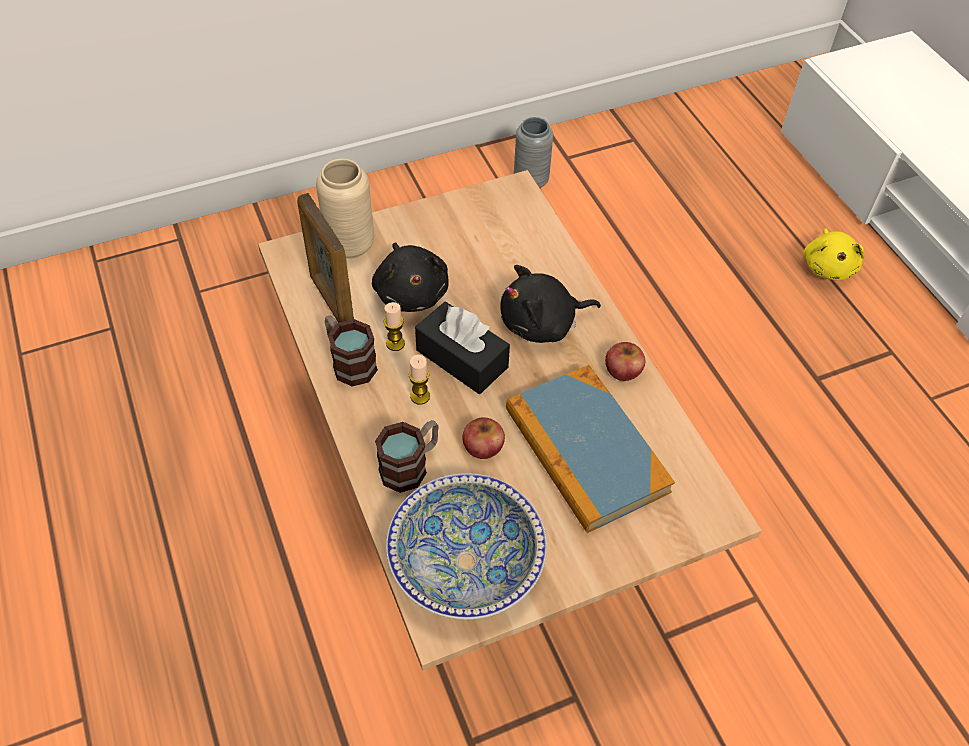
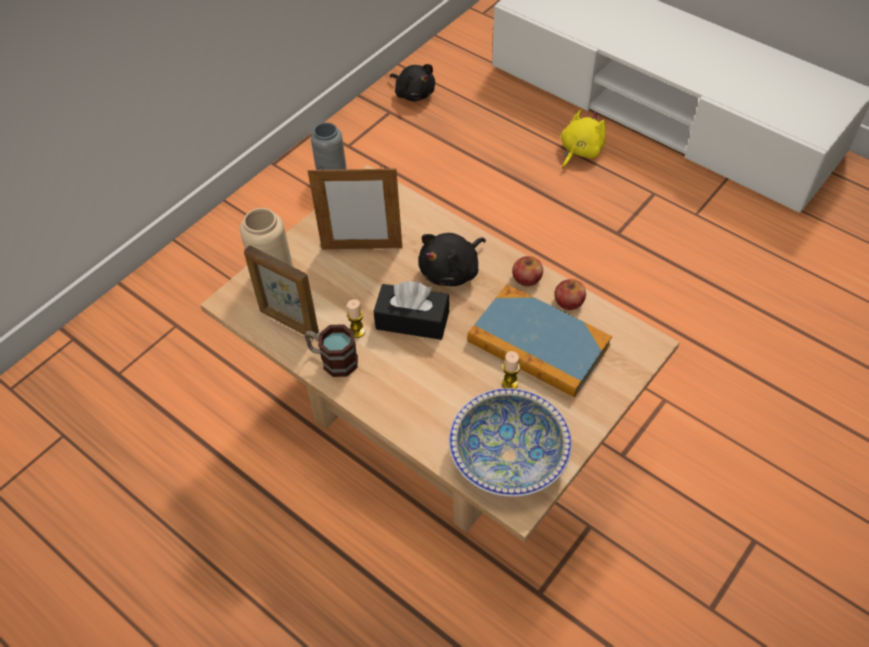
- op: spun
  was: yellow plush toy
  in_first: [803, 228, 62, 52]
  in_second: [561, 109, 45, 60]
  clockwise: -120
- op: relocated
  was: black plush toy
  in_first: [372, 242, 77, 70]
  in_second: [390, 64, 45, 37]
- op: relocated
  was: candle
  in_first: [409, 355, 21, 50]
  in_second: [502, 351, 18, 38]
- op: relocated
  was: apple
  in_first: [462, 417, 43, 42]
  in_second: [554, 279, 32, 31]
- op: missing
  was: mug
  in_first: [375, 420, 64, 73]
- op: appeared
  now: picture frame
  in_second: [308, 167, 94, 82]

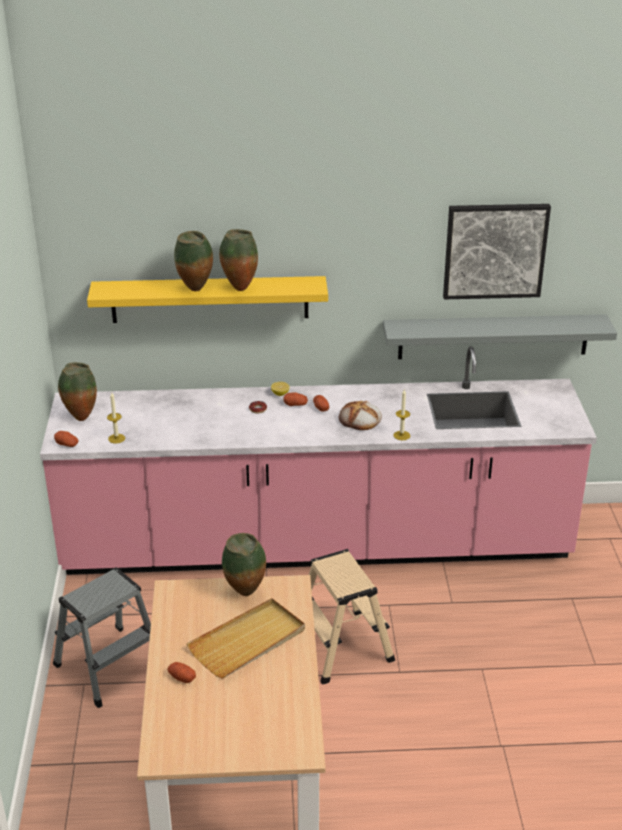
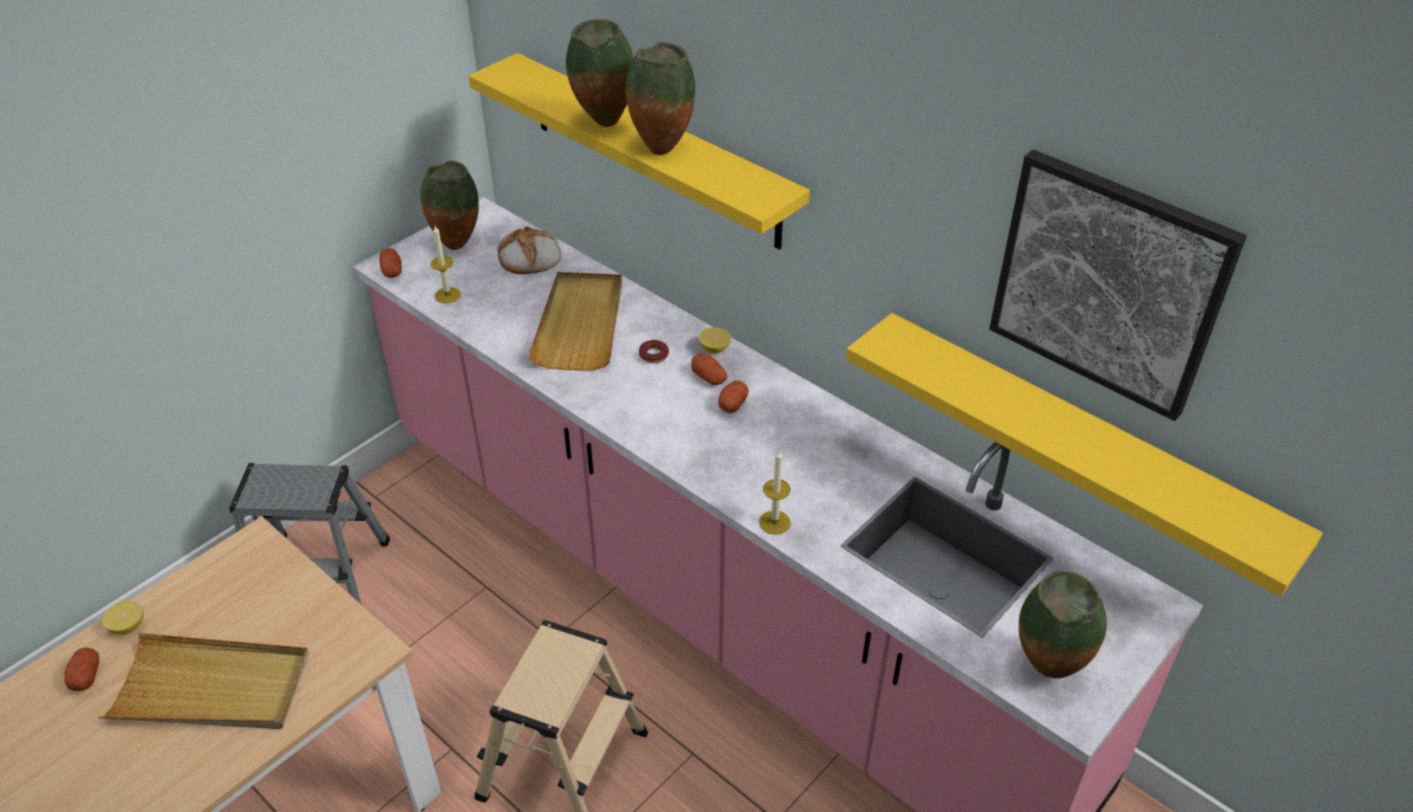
- op: colour
  was: grey shelf
  now: yellow shelf
  in_first: [383, 314, 234, 45]
  in_second: [846, 313, 477, 284]
- op: relocated
  was: bread
  in_first: [339, 401, 43, 29]
  in_second: [497, 226, 64, 48]
- op: relocated
  was: vase
  in_first: [222, 533, 44, 63]
  in_second: [1019, 571, 88, 107]
- op: appeared
  now: beige tray
  in_second: [528, 272, 94, 99]
- op: appeared
  now: lemon
  in_second: [102, 600, 41, 35]

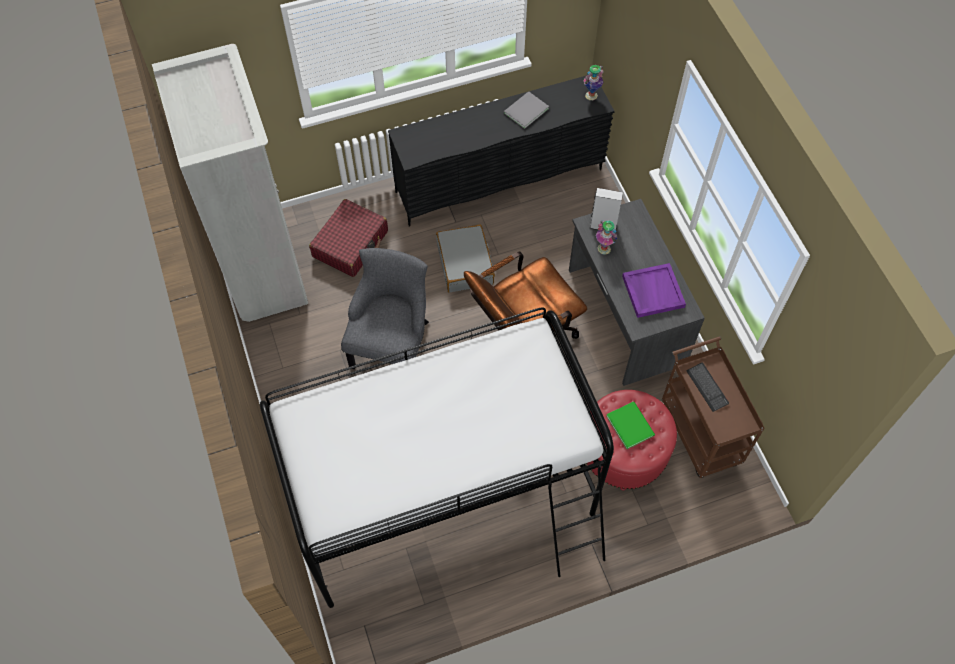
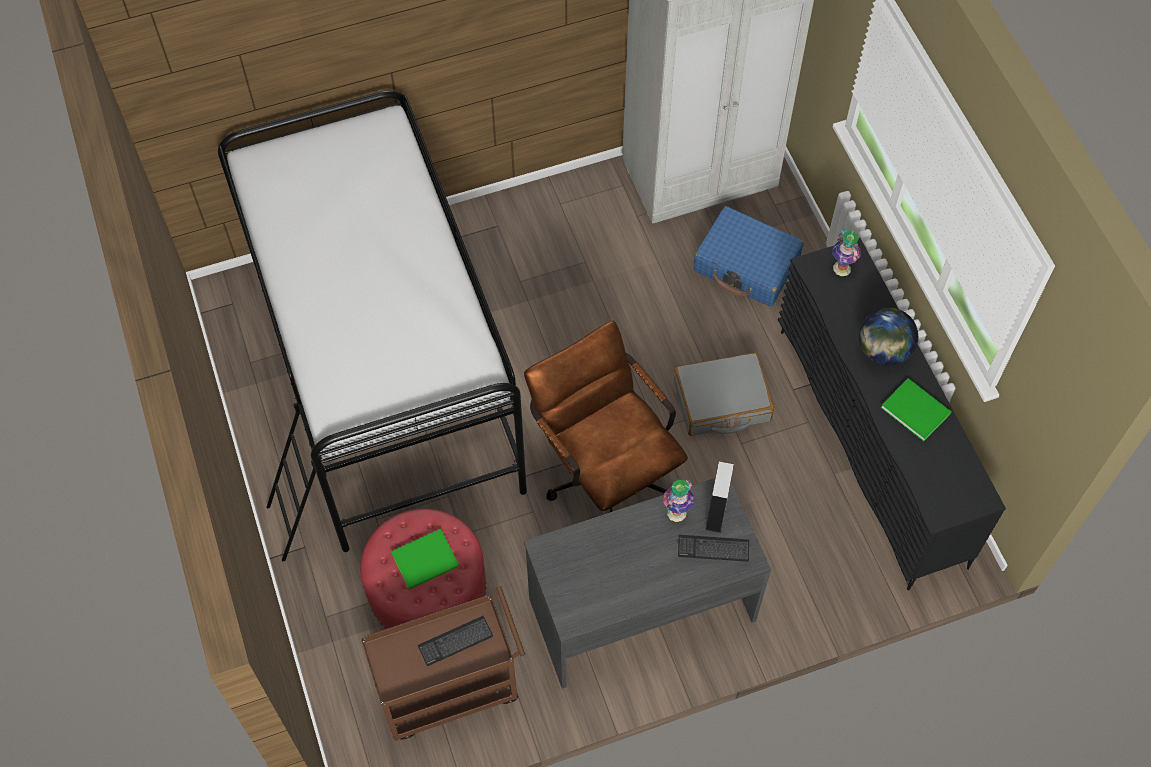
- op: relocated
  was: vase
  in_first: [584, 65, 20, 35]
  in_second: [833, 229, 28, 47]
- op: colour
  was: grey book
  now: green book
  in_first: [504, 91, 45, 38]
  in_second: [881, 378, 71, 63]
- op: colour
  was: red suitcase
  now: blue suitcase
  in_first: [309, 199, 79, 78]
  in_second: [694, 206, 110, 100]
- op: missing
  was: grey armchair
  in_first: [341, 248, 88, 121]
- op: missing
  was: purple tray
  in_first: [622, 263, 64, 55]
- op: appeared
  now: globe
  in_second: [859, 308, 59, 58]
- op: appeared
  now: keyboard
  in_second: [678, 535, 71, 27]

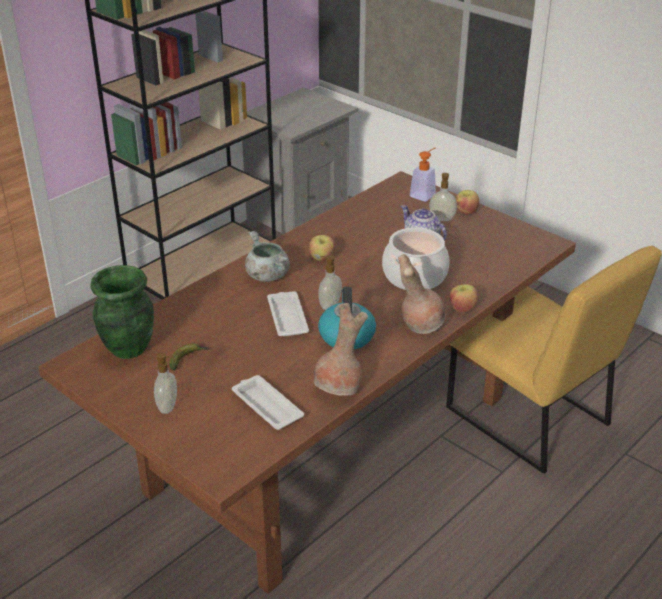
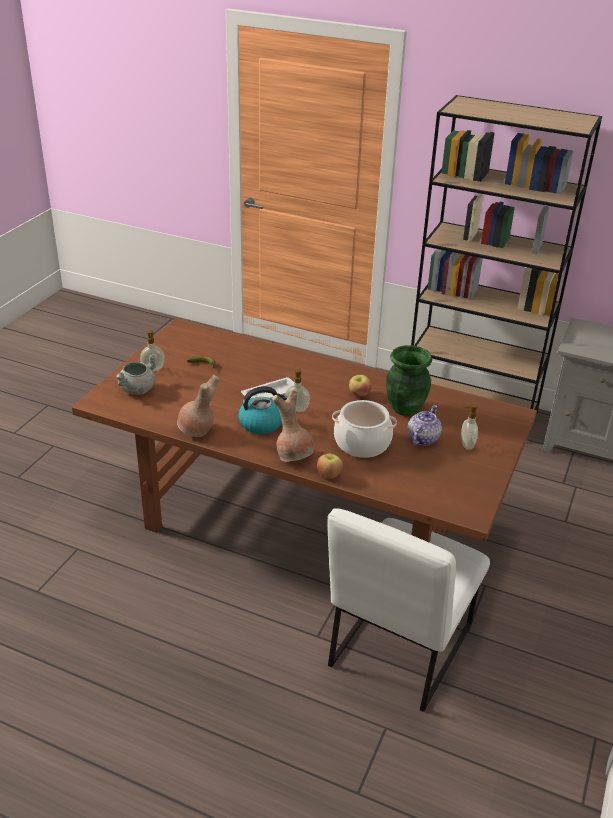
- op: missing
  was: soap dispenser
  in_first: [410, 148, 26, 53]
- op: missing
  was: apple
  in_first: [455, 190, 24, 25]
- op: relocated
  was: grey cooking pot
  in_first: [245, 231, 45, 51]
  in_second: [115, 354, 43, 41]
- op: colour
  was: yellow chair
  now: white chair
  in_first: [446, 246, 216, 228]
  in_second: [327, 508, 163, 204]
- op: relocated
  was: green vase
  in_first: [90, 265, 64, 94]
  in_second: [386, 345, 46, 71]
- op: missing
  was: white tray
  in_first: [232, 375, 72, 55]

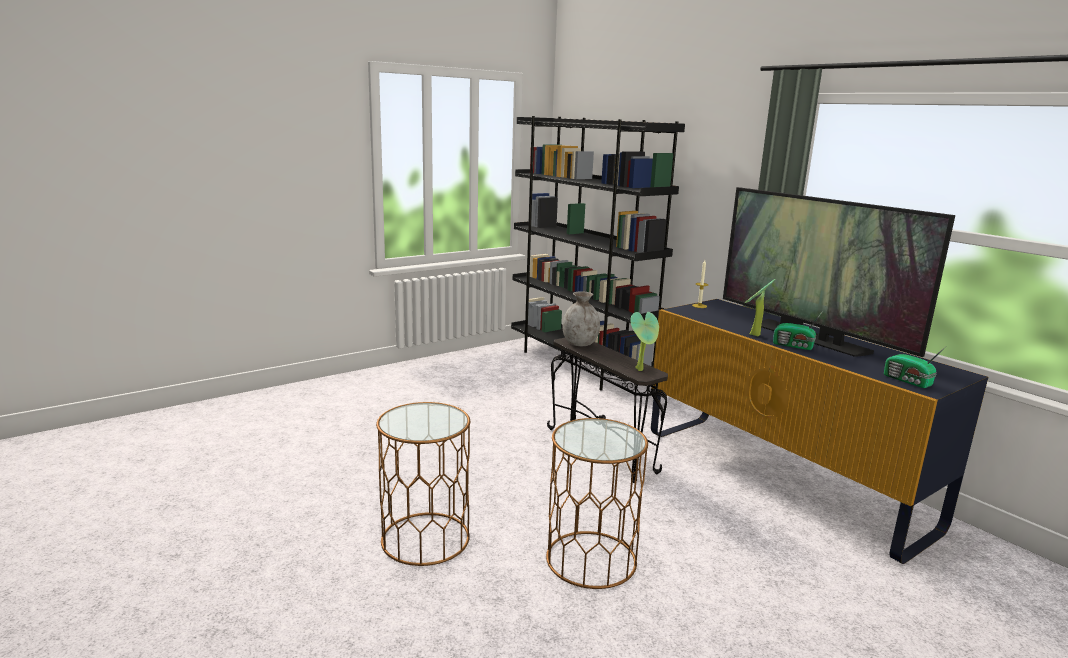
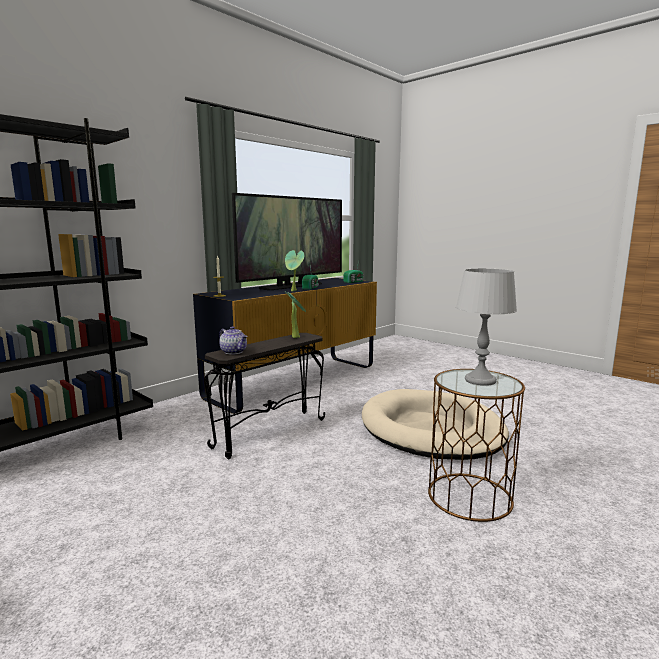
- op: exchanged
  was: grey vase
  now: teapot
  in_first: [563, 291, 37, 55]
  in_second: [219, 326, 28, 29]
- op: exchanged
  was: brown side table
  now: beige dog bed
  in_first: [546, 418, 102, 171]
  in_second: [362, 389, 147, 71]
- op: appeared
  now: grey table lamp
  in_second: [456, 268, 61, 118]

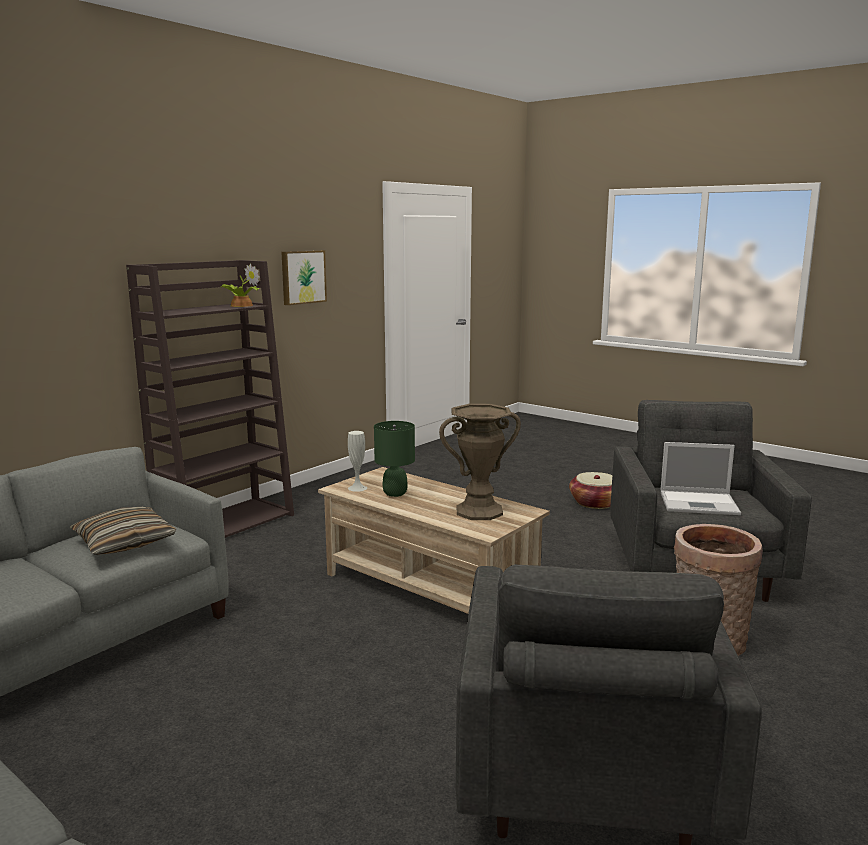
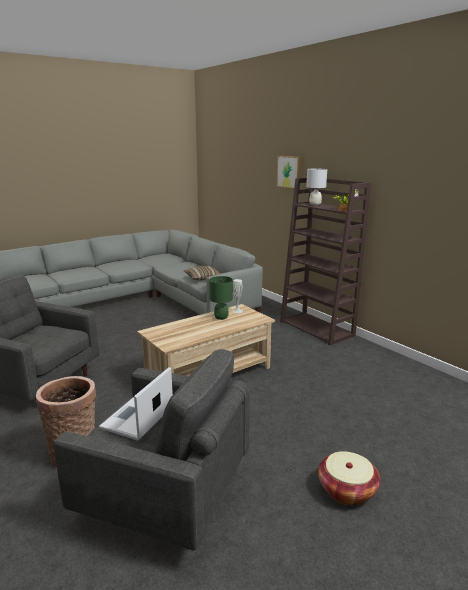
- op: relocated
  was: picture
  in_first: [282, 250, 45, 55]
  in_second: [277, 156, 24, 33]
- op: missing
  was: brown vase
  in_first: [439, 404, 82, 116]
- op: appeared
  now: grey table lamp
  in_second: [306, 169, 21, 36]

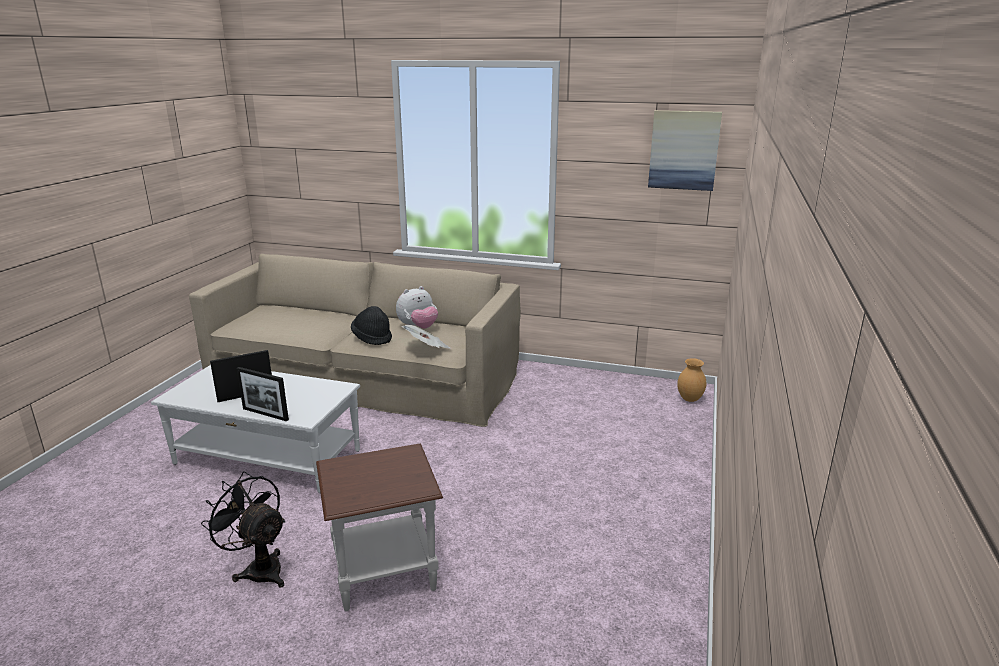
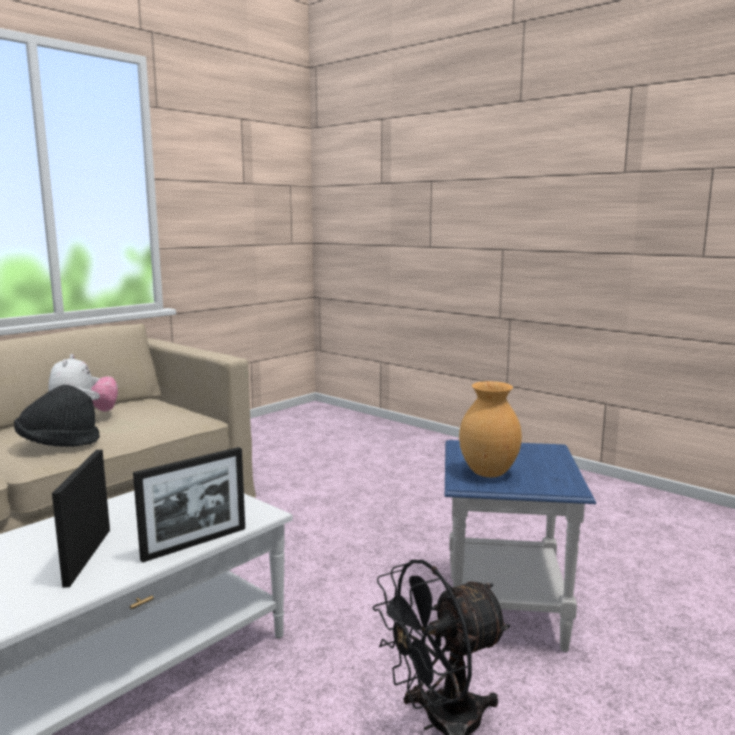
- op: missing
  was: picture
  in_first: [648, 110, 74, 81]
- op: missing
  was: newspaper
  in_first: [401, 325, 50, 24]
- op: relocated
  was: brown vase
  in_first: [677, 358, 29, 44]
  in_second: [459, 381, 63, 96]
- op: colour
  was: brown side table
  now: blue side table
  in_first: [316, 444, 127, 167]
  in_second: [445, 440, 151, 212]

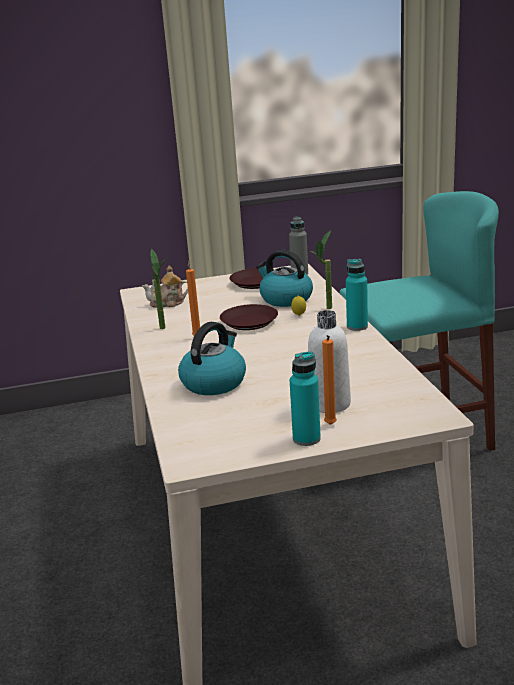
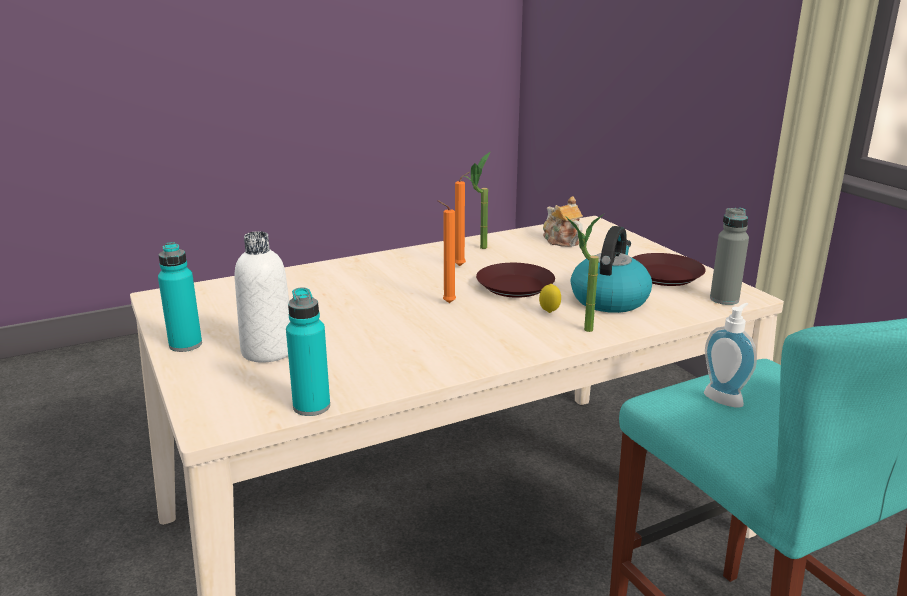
- op: relocated
  was: turquoise bottle
  in_first: [346, 259, 22, 72]
  in_second: [286, 287, 44, 129]
- op: missing
  was: kettle
  in_first: [178, 322, 68, 73]
- op: relocated
  was: orange candle
  in_first: [322, 335, 15, 90]
  in_second: [437, 200, 19, 103]
- op: appeared
  now: soap dispenser
  in_second: [704, 303, 53, 105]

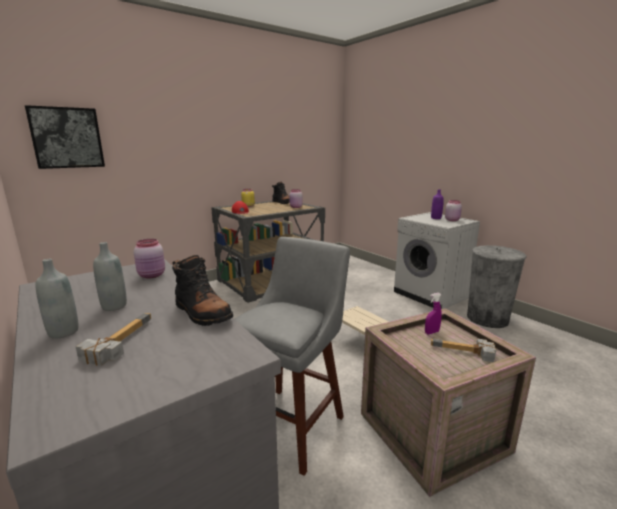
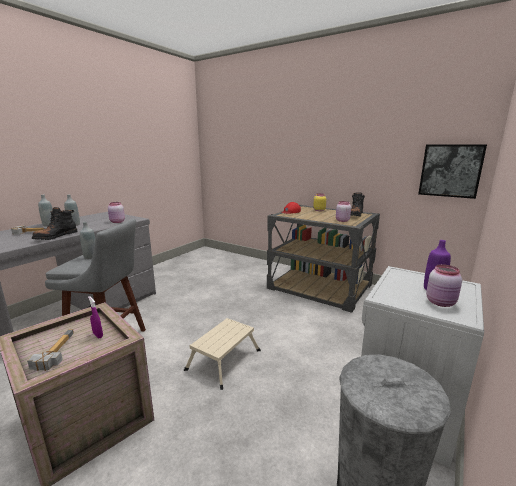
- op: relocated
  was: picture
  in_first: [25, 105, 80, 64]
  in_second: [418, 144, 69, 55]
- op: appeared
  now: grey bottle
  in_second: [80, 222, 15, 37]

